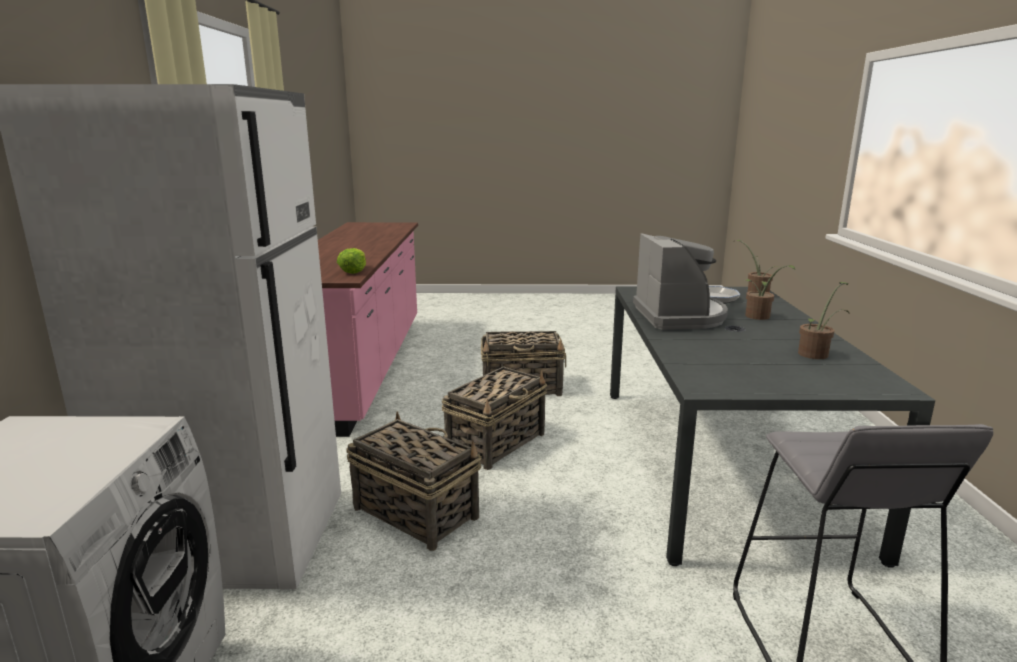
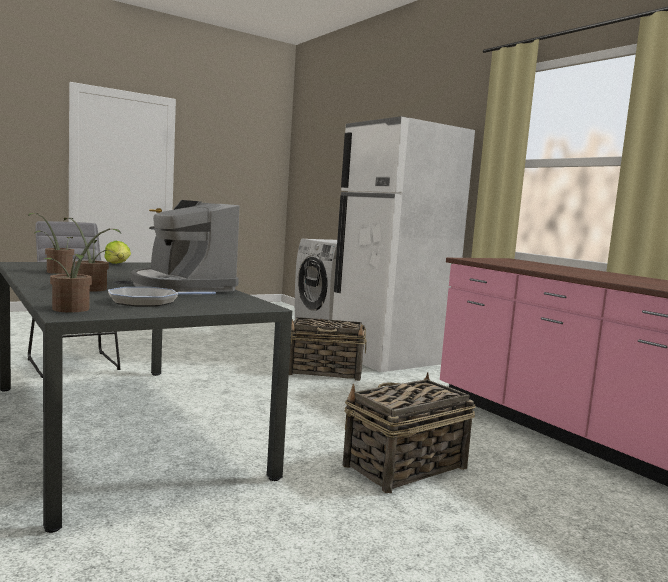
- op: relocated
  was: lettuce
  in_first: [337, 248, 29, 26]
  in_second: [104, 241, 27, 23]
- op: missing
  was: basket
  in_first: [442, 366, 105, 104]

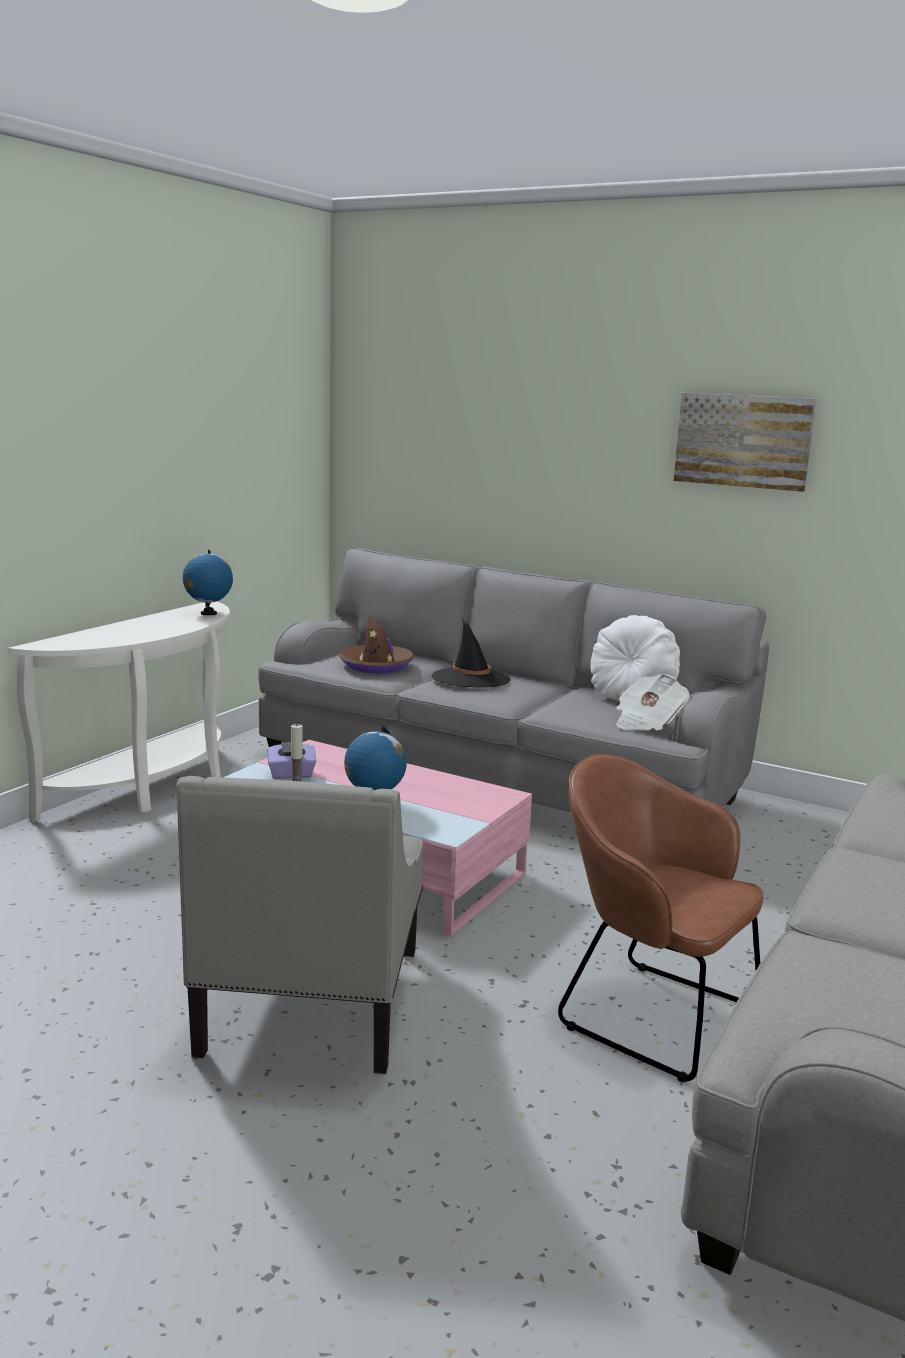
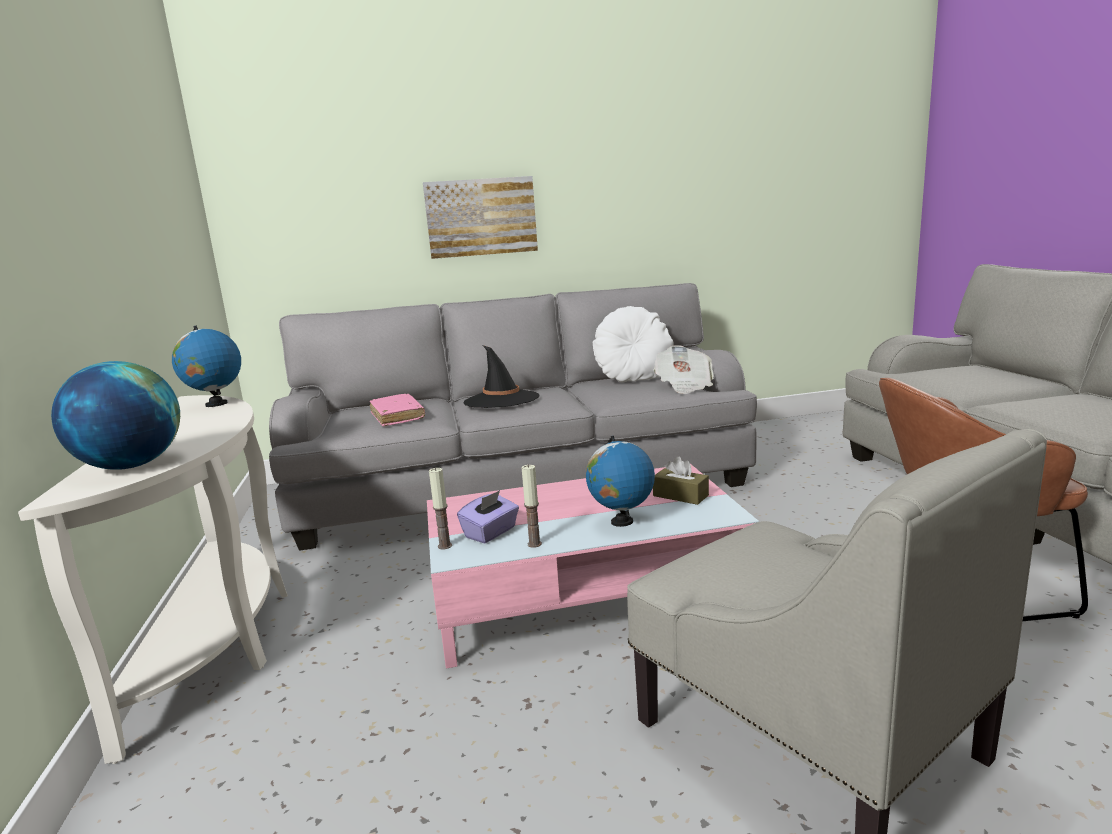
- op: relocated
  was: picture
  in_first: [674, 393, 142, 99]
  in_second: [423, 176, 115, 83]
- op: exchanged
  was: brown hat
  now: pink book
  in_first: [339, 616, 76, 58]
  in_second: [370, 394, 55, 33]
- op: appeared
  now: globe
  in_second: [51, 361, 129, 109]
- op: appeared
  now: brown tissue box
  in_second: [653, 457, 56, 48]
- op: appeared
  now: candle
  in_second: [429, 468, 23, 81]

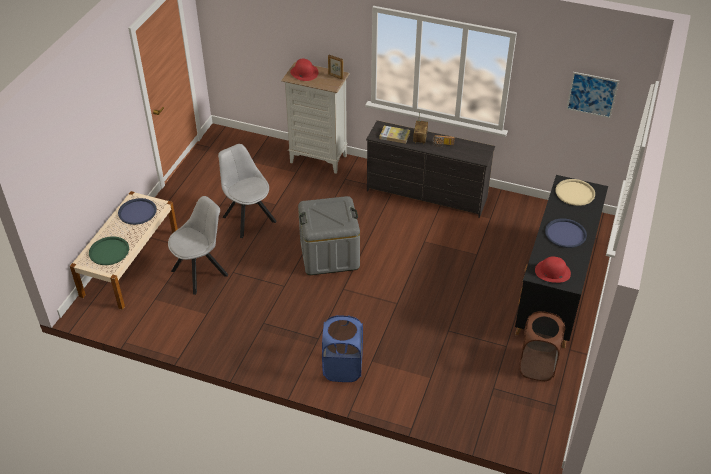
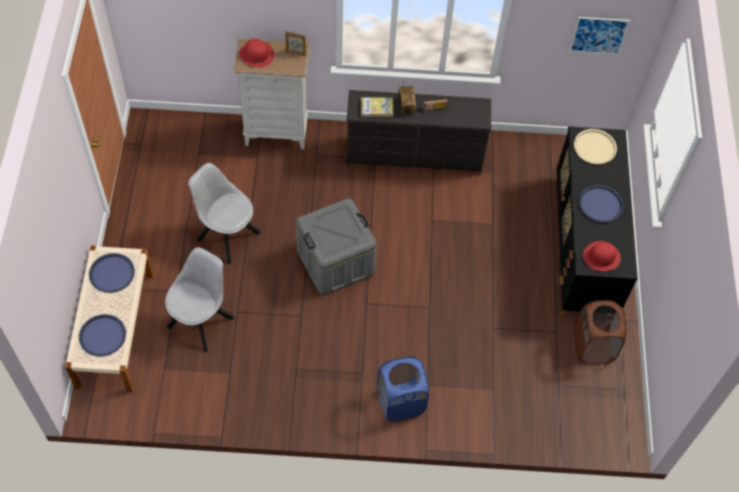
- op: colour
  was: green tray
  now: blue tray
  in_first: [89, 237, 40, 28]
  in_second: [79, 314, 47, 43]

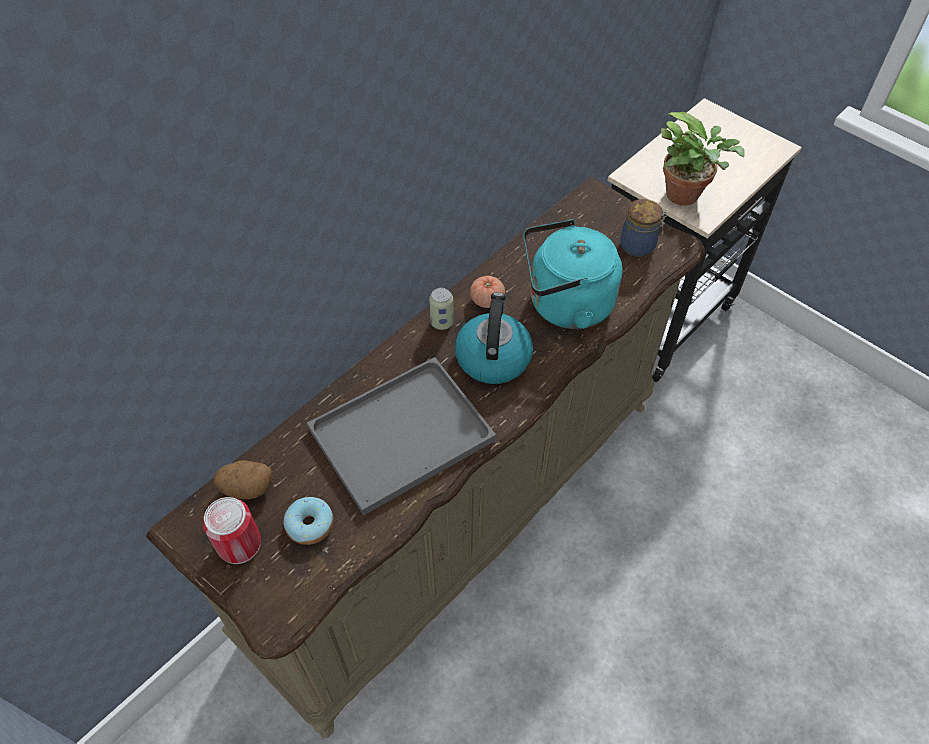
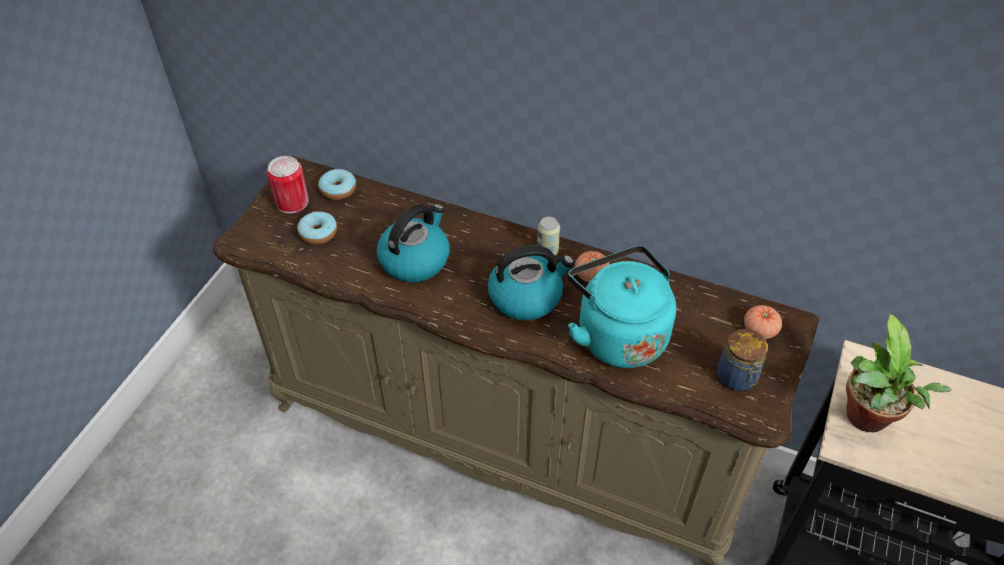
- op: exchanged
  was: grey tray
  now: kettle
  in_first: [307, 357, 189, 159]
  in_second: [377, 204, 73, 78]
- op: exchanged
  was: potato
  now: donut
  in_first: [214, 460, 58, 39]
  in_second: [318, 169, 38, 31]
- op: appeared
  now: tomato
  in_second: [744, 305, 38, 34]

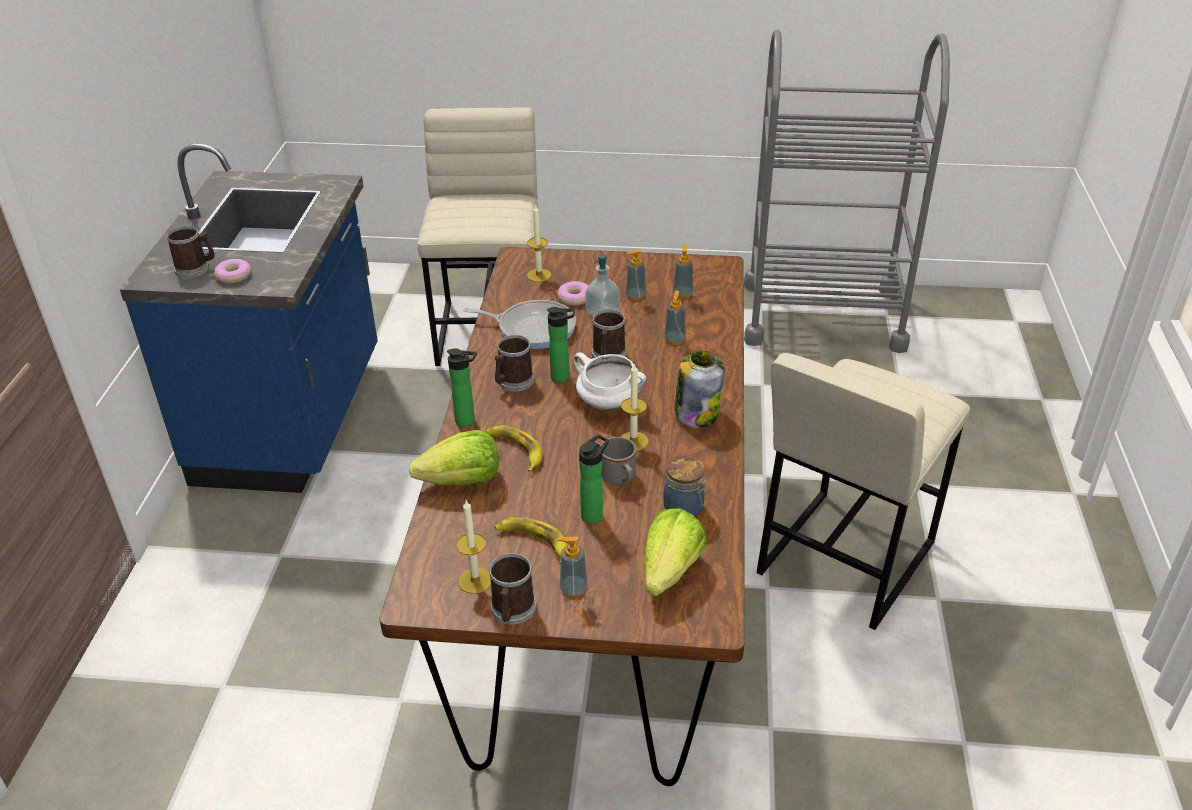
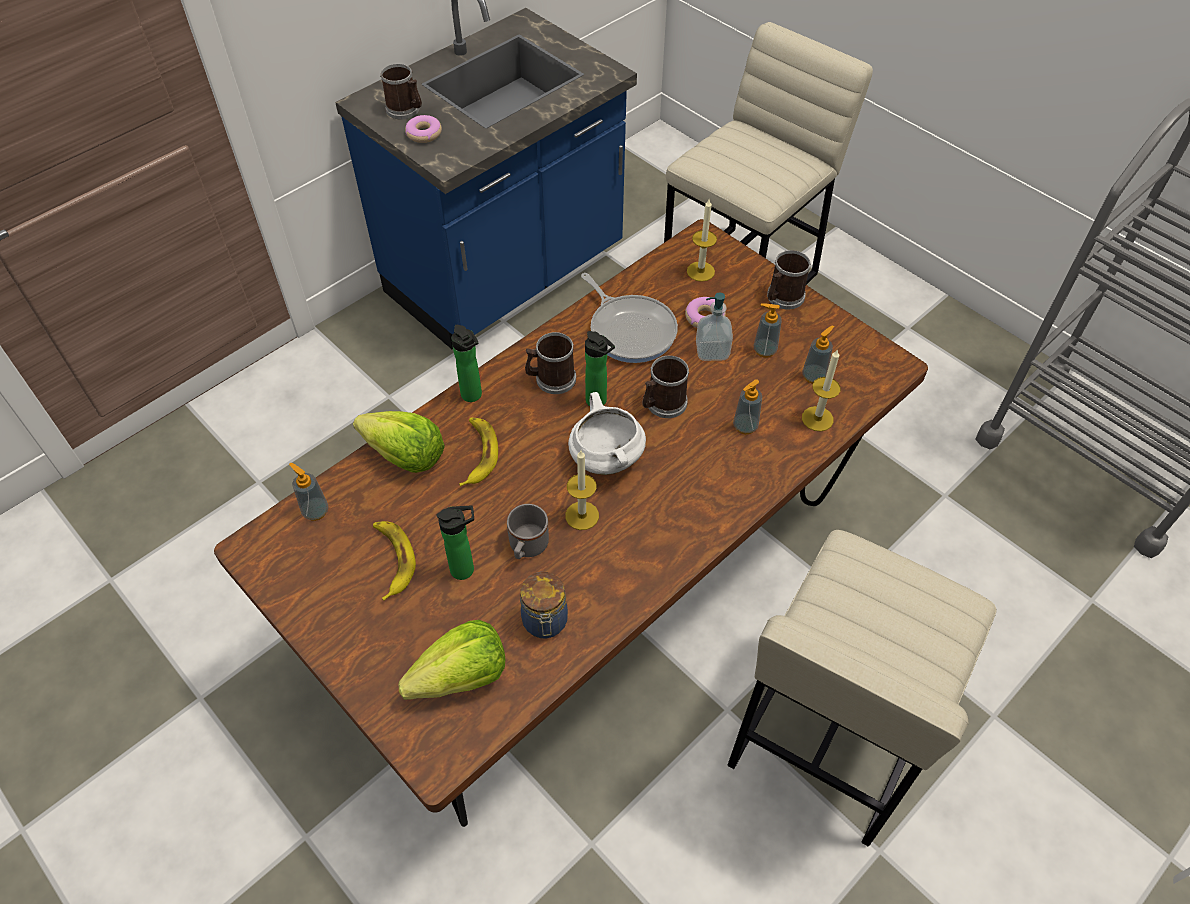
- op: missing
  was: jar
  in_first: [674, 351, 51, 77]
- op: spun
  was: beige chair
  in_first: [757, 353, 213, 277]
  in_second: [728, 530, 269, 317]
  clockwise: -45
- op: relocated
  was: candle
  in_first: [456, 500, 35, 94]
  in_second: [802, 349, 39, 83]
- op: relocated
  was: soap dispenser
  in_first: [557, 536, 31, 62]
  in_second: [289, 463, 40, 58]
- op: relocated
  was: mug
  in_first: [489, 553, 47, 72]
  in_second: [767, 250, 44, 59]

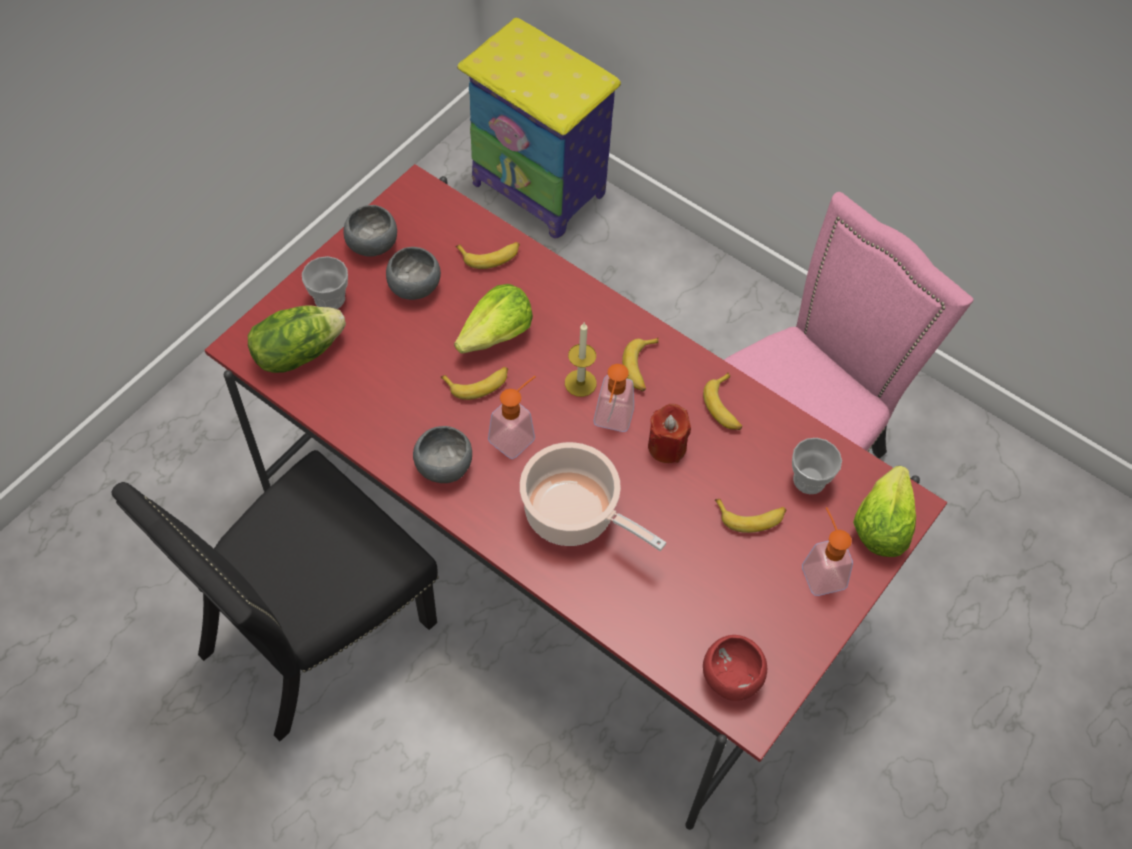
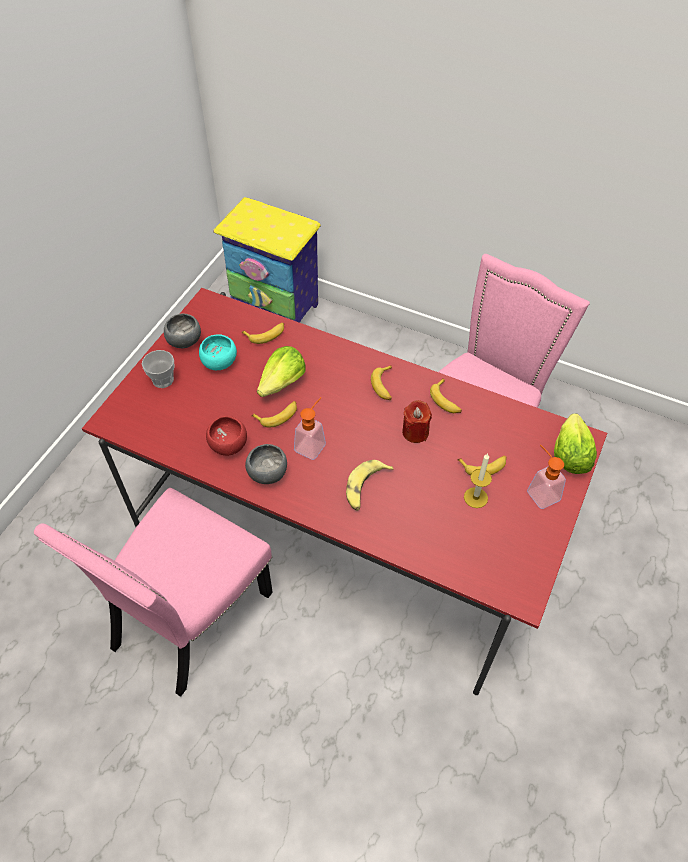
- op: colour
  was: grey bowl
  now: turquoise bowl
  in_first: [386, 247, 55, 53]
  in_second: [199, 334, 38, 36]
- op: missing
  was: lettuce
  in_first: [248, 306, 98, 67]
- op: relocated
  was: candle
  in_first: [565, 323, 32, 74]
  in_second: [464, 453, 28, 55]
- op: missing
  was: soap dispenser
  in_first: [593, 364, 41, 68]
- op: missing
  was: cup
  in_first: [792, 438, 50, 56]
- op: exchanged
  was: cooking pot
  now: banana
  in_first: [520, 442, 146, 109]
  in_second: [346, 460, 47, 50]
- op: colour
  was: black chair
  now: pink chair
  in_first: [111, 450, 328, 291]
  in_second: [34, 488, 239, 209]
- op: relocated
  was: red bowl
  in_first: [703, 635, 64, 66]
  in_second: [206, 416, 41, 40]

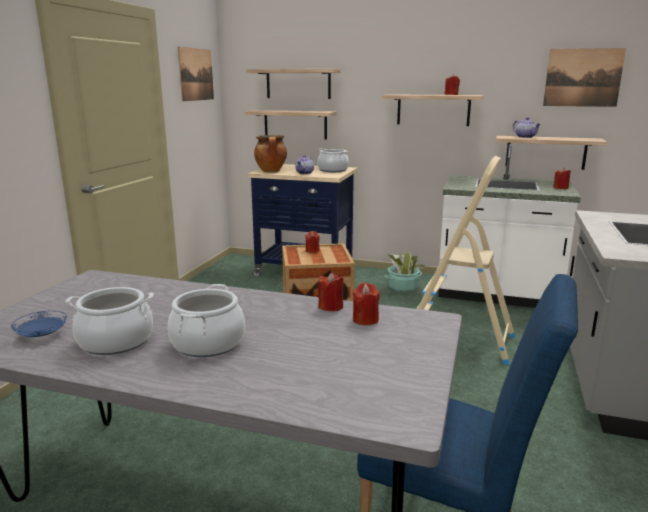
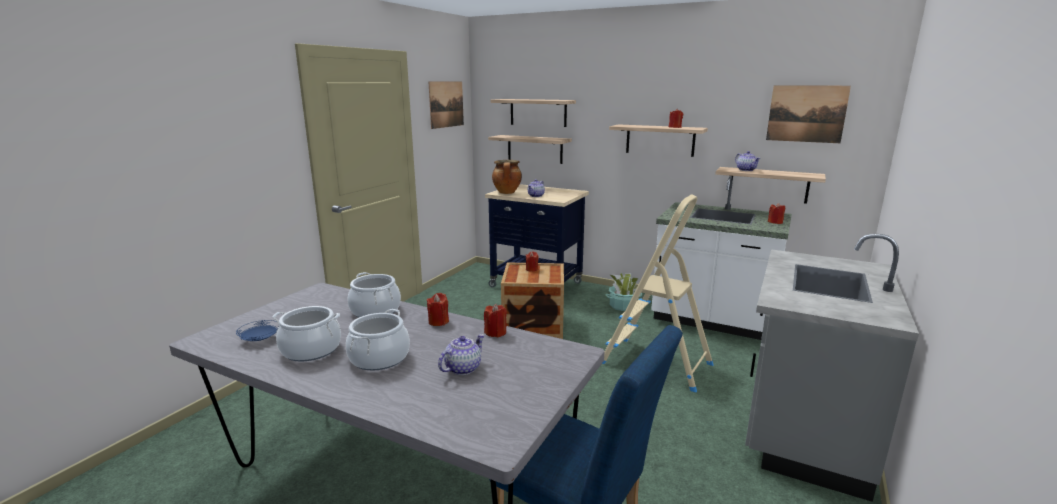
- op: relocated
  was: cooking pot
  in_first: [317, 148, 32, 24]
  in_second: [347, 272, 54, 45]
- op: relocated
  was: red candle
  in_first: [353, 283, 27, 42]
  in_second: [427, 293, 22, 33]
- op: appeared
  now: teapot
  in_second: [438, 334, 47, 41]

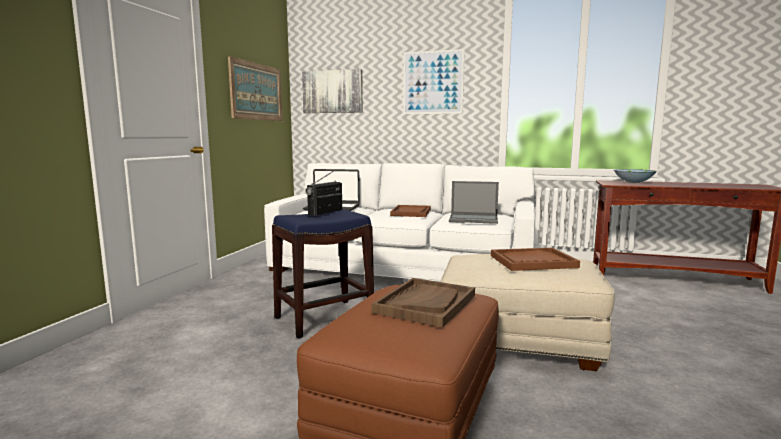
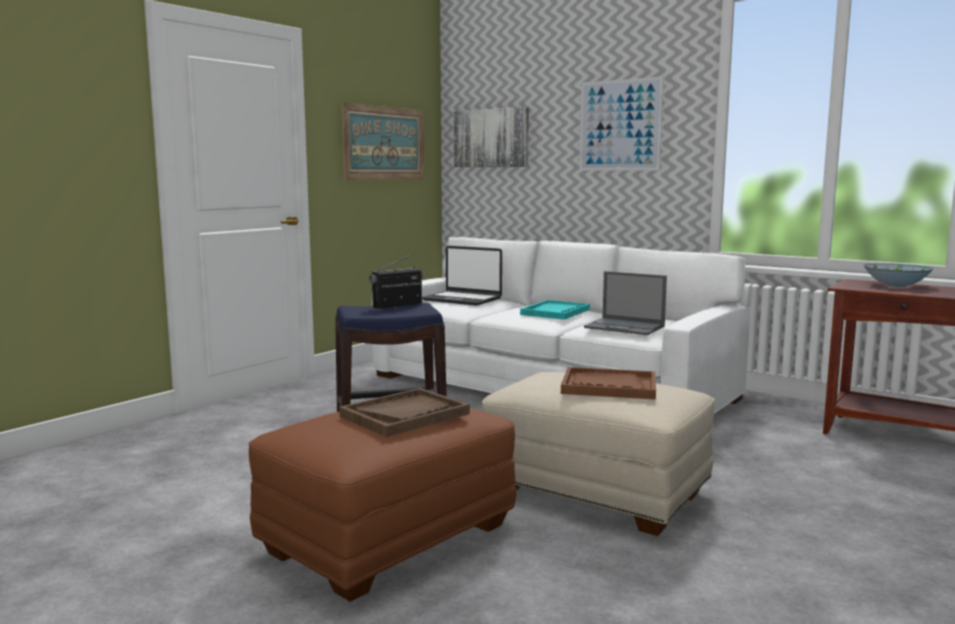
- op: colour
  was: brown tray
  now: turquoise tray
  in_first: [390, 205, 41, 12]
  in_second: [520, 300, 70, 20]

